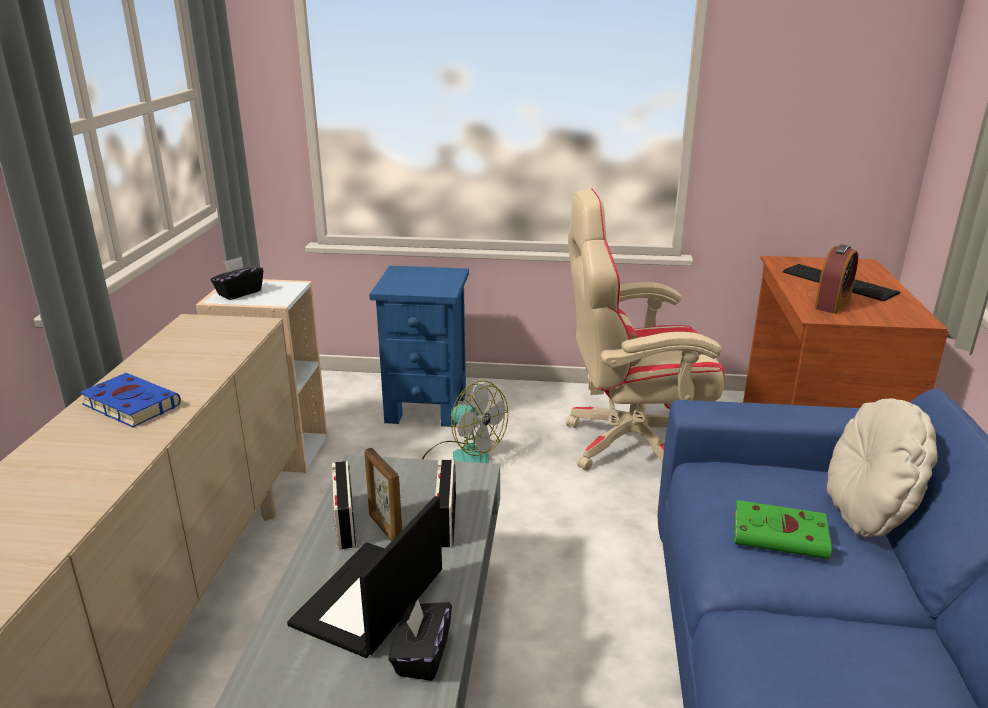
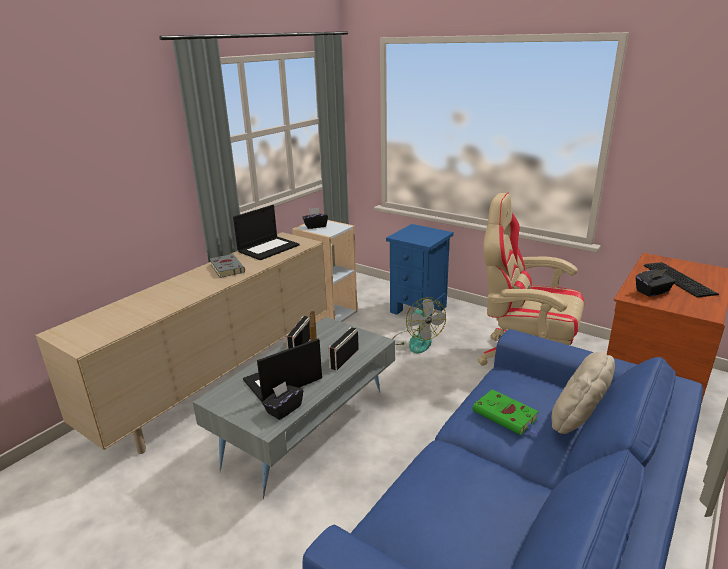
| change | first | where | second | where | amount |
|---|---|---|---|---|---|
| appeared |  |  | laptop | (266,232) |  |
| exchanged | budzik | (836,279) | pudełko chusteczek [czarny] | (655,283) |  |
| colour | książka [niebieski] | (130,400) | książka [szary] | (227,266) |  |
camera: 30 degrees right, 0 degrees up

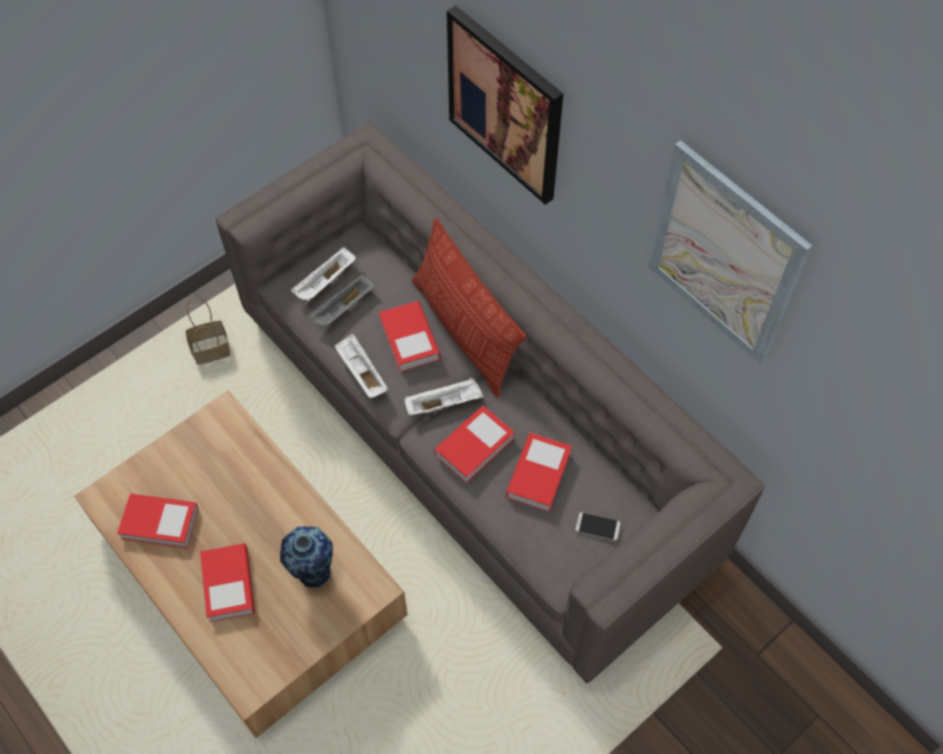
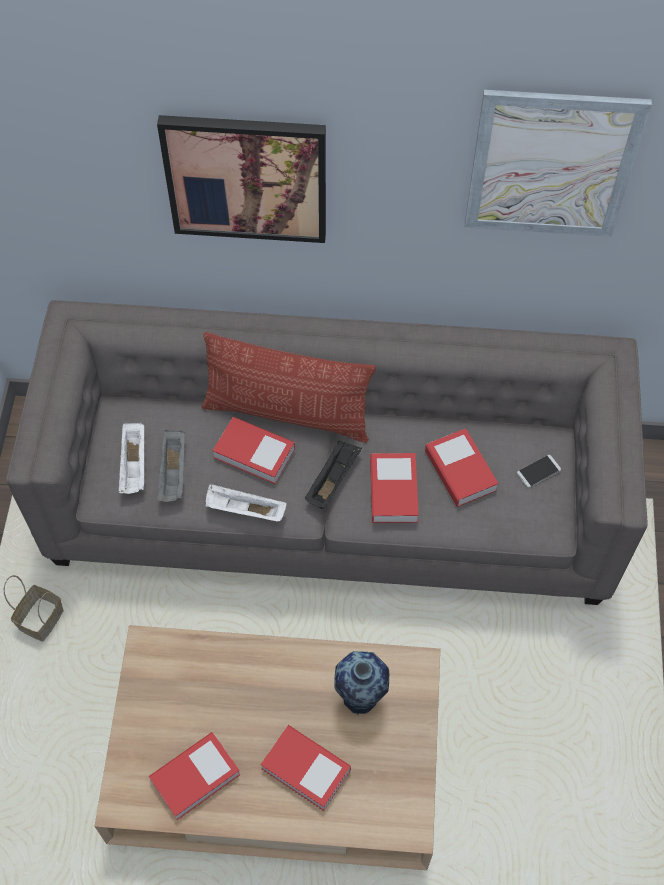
| change | first | where | second | where | amount |
|---|---|---|---|---|---|
| colour | taca [biały] | (443,396) | taca [czarny] | (333,475) |  |
camera: 45 degrees left, 0 degrees up

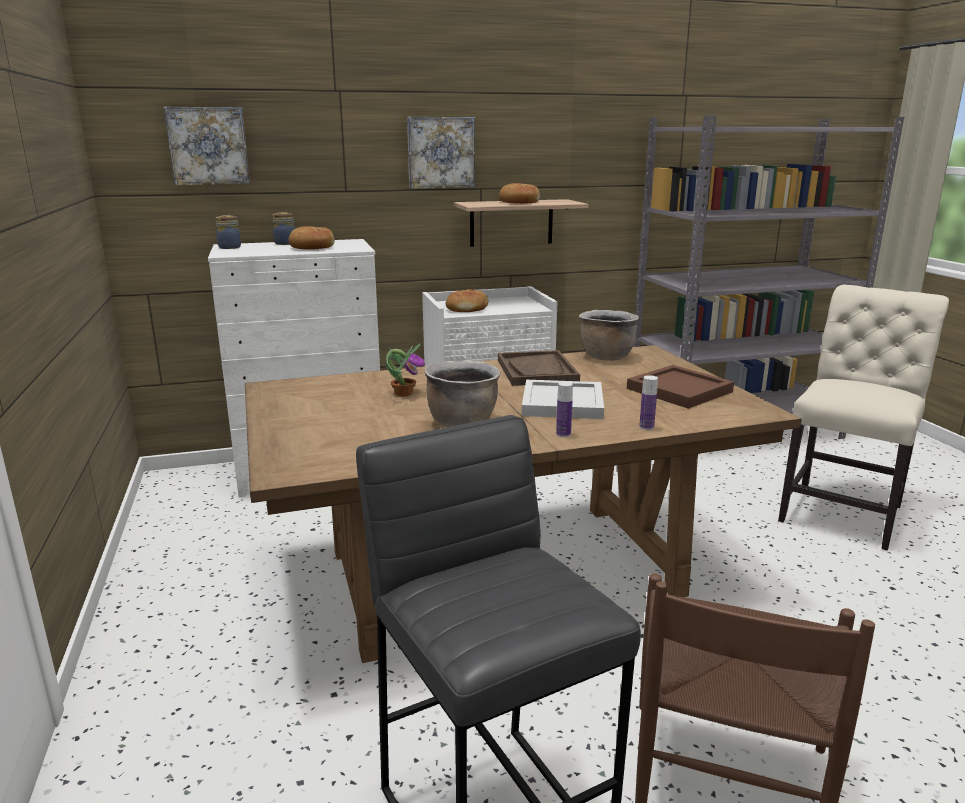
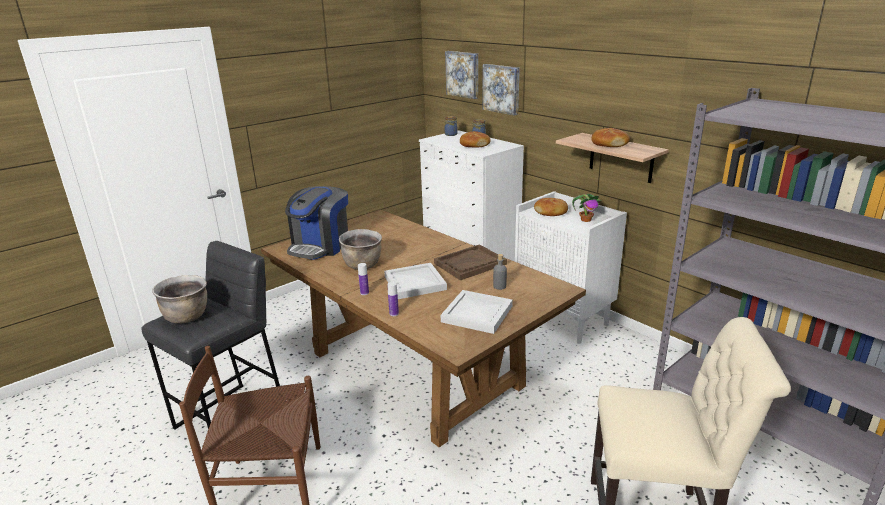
| change | first | where | second | where | amount |
|---|---|---|---|---|---|
| appeared |  |  | ekspres do kawy | (316,223) |  |
| appeared |  |  | butelka [szary] | (500,272) |  |
| relocated | roślina doniczkowa | (405,370) |  | (586,208) |  |
| relocated | obraz | (441,153) |  | (501,90) |  |
| relocated | garnek [brązowy] | (609,335) |  | (179,299) |  |
| colour | taca [brązowy] | (680,387) | taca [biały] | (477,312) |  |
camera: 65 degrees right, 5 degrees up

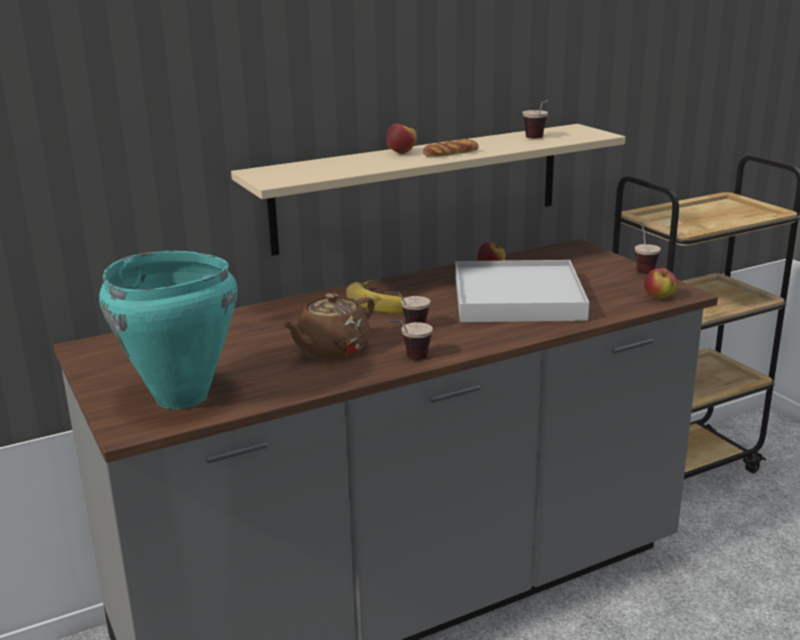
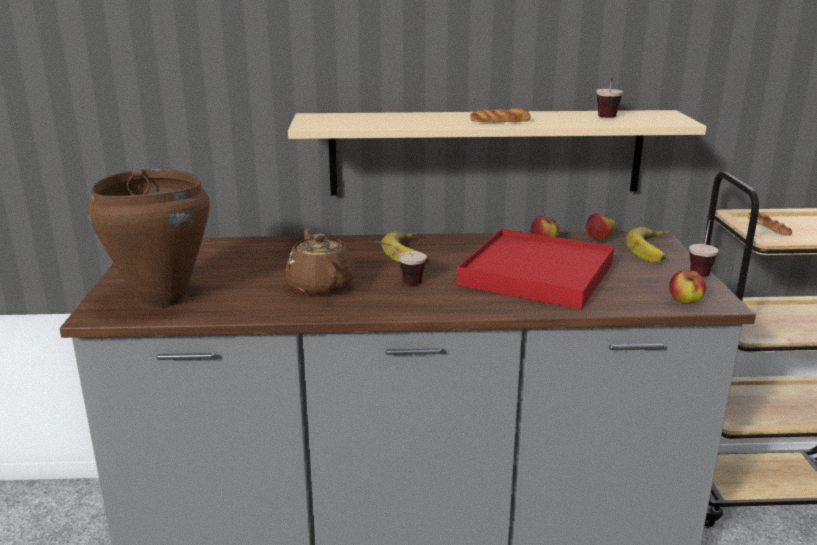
| change | first | where | second | where | amount |
|---|---|---|---|---|---|
| missing | filiżanka | (410,340) |  |  |  |
| appeared |  |  | banan | (648,245) |  |
| appeared |  |  | chleb | (769,224) |  |
| relocated | jabłko | (401,138) |  | (600,227) |  |
| colour | garnek [turkusowy] | (168,330) | garnek [brązowy] | (148,238) |  |
| colour | taca [biały] | (522,291) | taca [czerwony] | (535,269) |  |
| spun | imbryk [brązowy] | (328,326) |  | (321,261) | 90 degrees clockwise |
camera: 25 degrees right, 0 degrees up

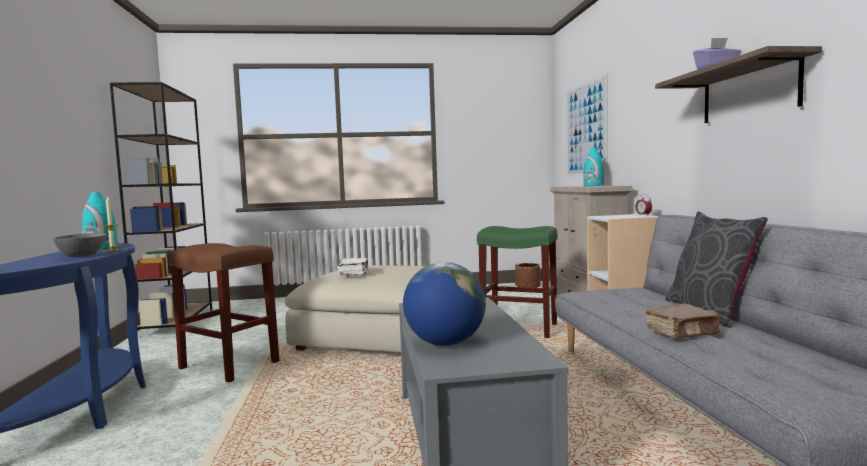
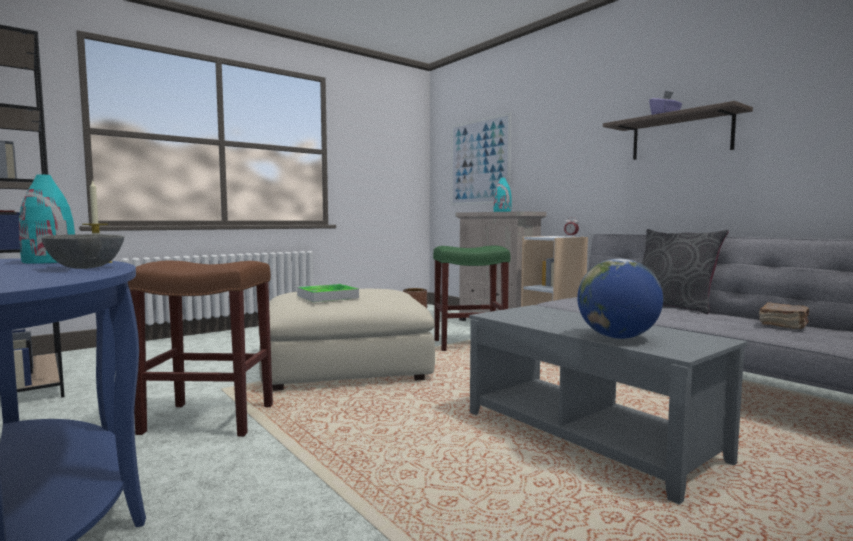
| change | first | where | second | where | amount |
|---|---|---|---|---|---|
| relocated | książka [brązowy] | (682,320) |  | (784,315) |  |
| exchanged | książka [biały] | (353,267) | taca | (328,293) |  |
camera: 30 degrees left, 0 degrees up

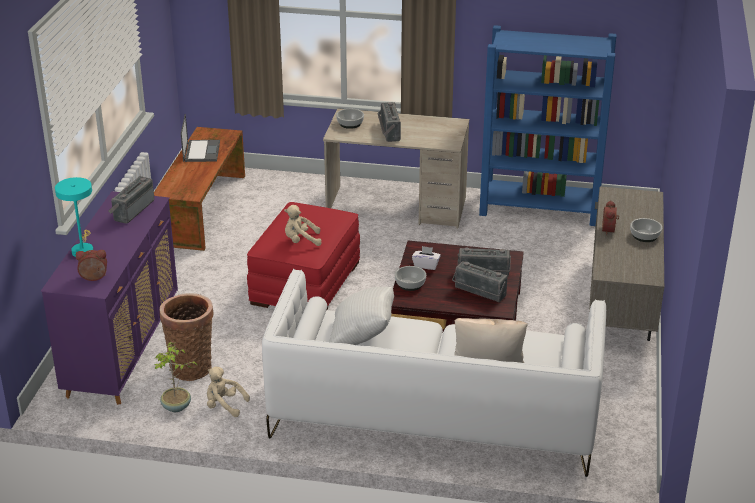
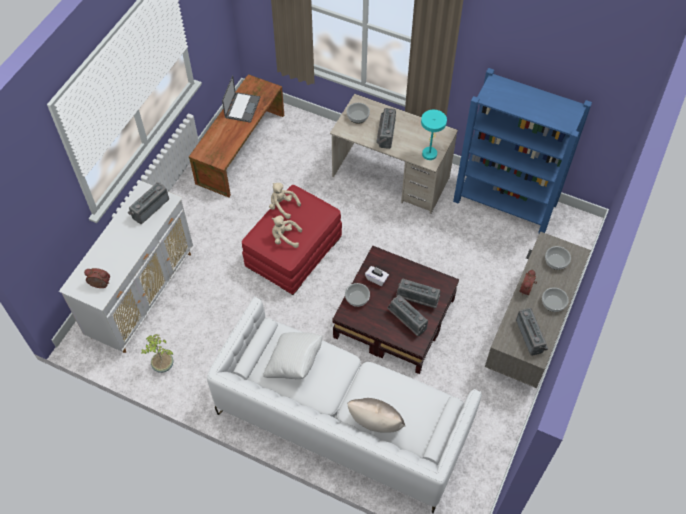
| change | first | where | second | where | amount |
|---|---|---|---|---|---|
| missing | koszyk | (187,337) |  |  |  |
| appeared |  |  | radio | (532,332) |  |
| appeared |  |  | miska | (558,258) |  |
| relocated | lampa stołowa [turkusowy] | (74,217) |  | (434,135) |  |
| relocated | pluszak [beżowy] | (228,391) |  | (285,201) |  |
| colour | szafka [fioletowy] | (109,298) | szafka [biały] | (126,267) |  |
camera: 15 degrees right, 25 degrees up

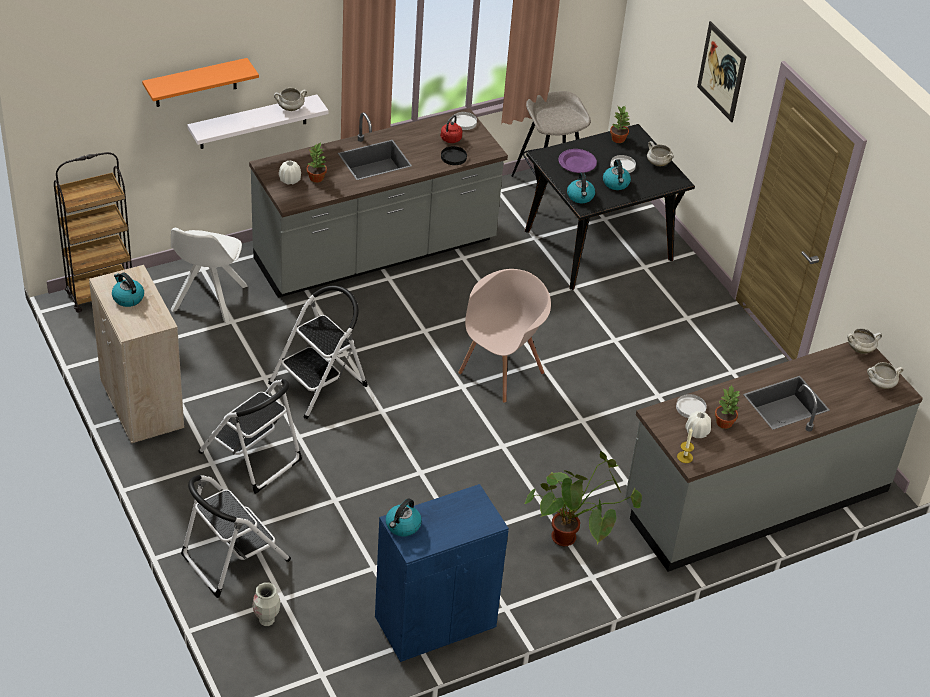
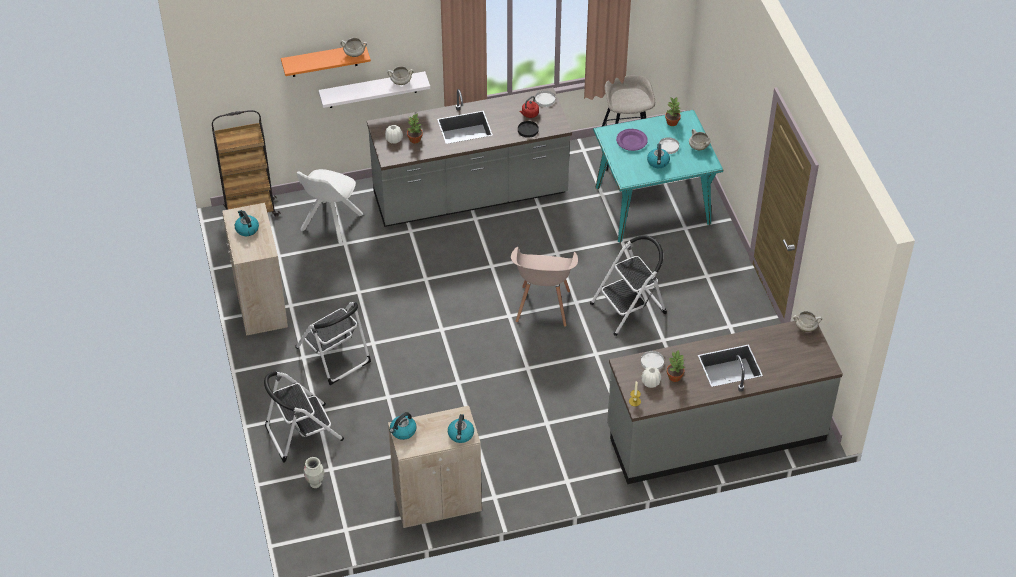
| change | first | where | second | where | amount |
|---|---|---|---|---|---|
| missing | roślina doniczkowa | (583,498) |  |  |  |
| missing | obraz | (722,71) |  |  |  |
| relocated | drabinka | (318,352) |  | (628,285) |  |
| relocated | czajnik | (581,187) |  | (461,428) |  |
| relocated | garnek [biały] | (885,375) |  | (353,47) |  |
| colour | szafka [niebieski] | (442,573) | szafka [beżowy] | (435,467) |  |
| colour | stół jadalny [czarny] | (610,207) | stół jadalny [turkusowy] | (658,176) |  |
| spun | krzesło [beżowy] | (504,336) |  | (544,287) | 135 degrees clockwise |
camera: 15 degrees right, 5 degrees up

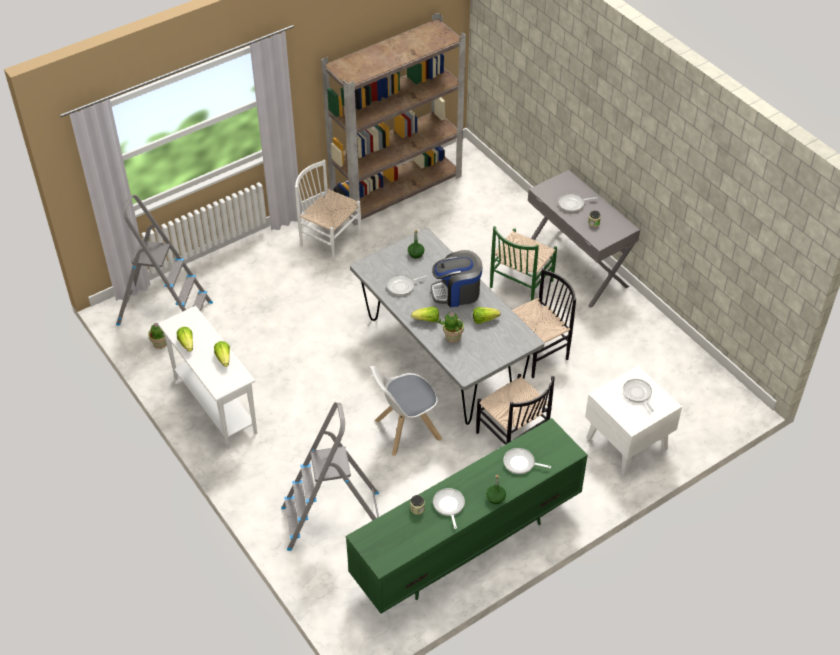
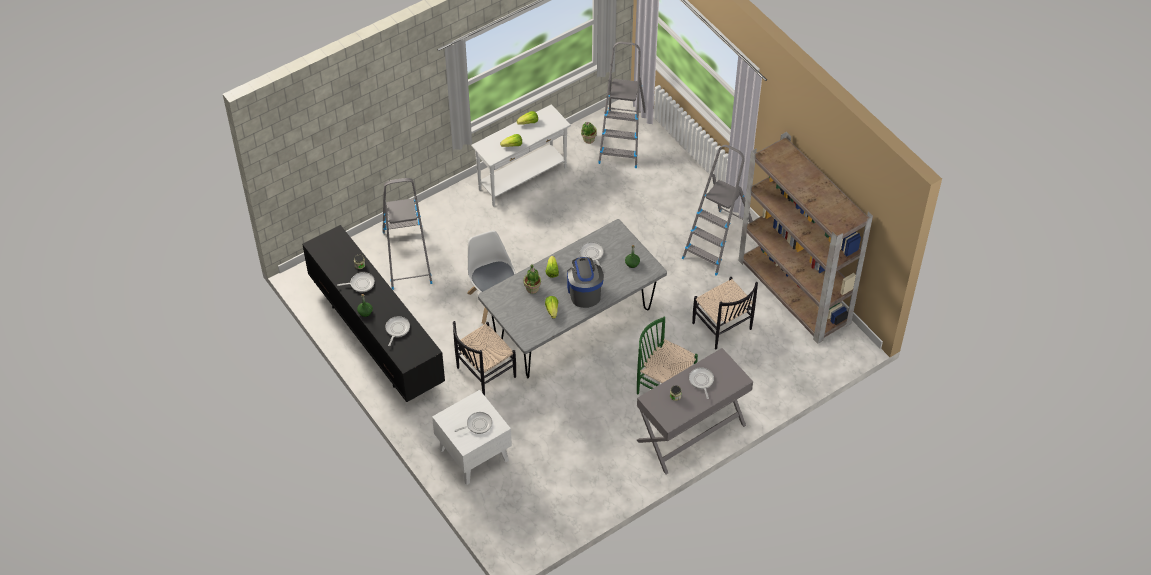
| change | first | where | second | where | amount |
|---|---|---|---|---|---|
| relocated | krzesło [czarny] | (544,323) |  | (725,313) |  |
| exchanged | krzesło [biały] | (328,211) | drabinka [szary] | (717,210) |  |
| colour | szafka [zielony] | (467,516) | szafka [czarny] | (373,313) |  |
camera: 90 degrees right, 5 degrees up

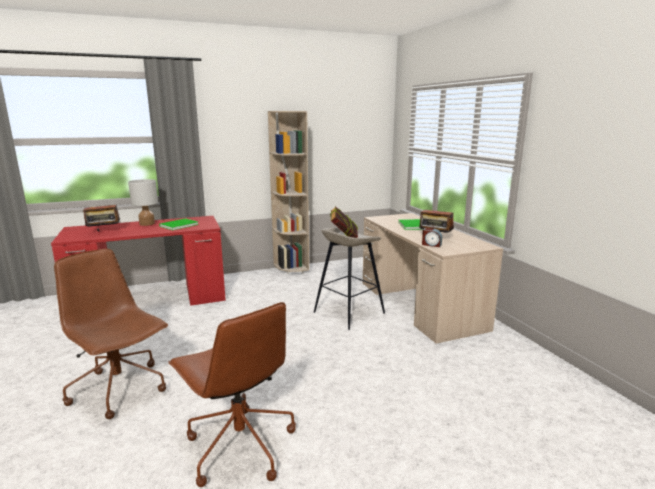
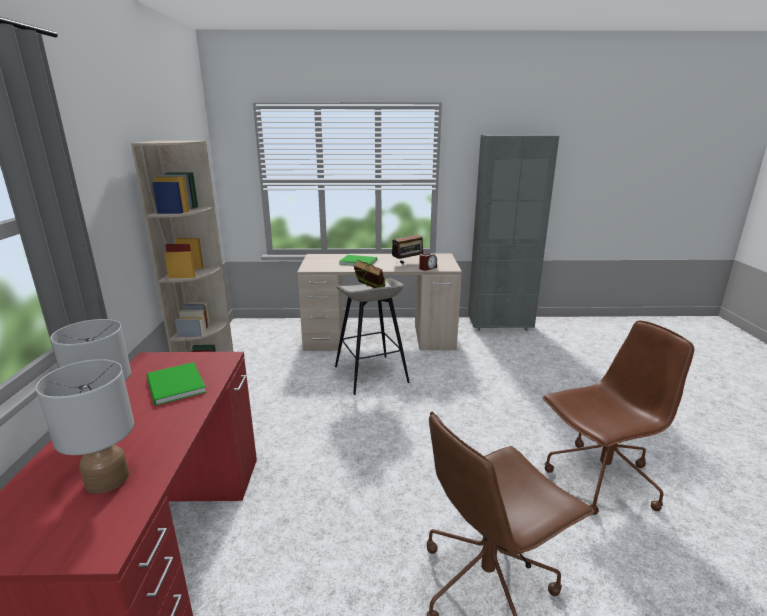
| change | first | where | second | where | amount |
|---|---|---|---|---|---|
| appeared |  |  | szafka [szary] | (513,233) |  |
| exchanged | radio | (101,218) | lampa stołowa [szary] | (85,426) |  |
camera: 70 degrees left, 5 degrees up

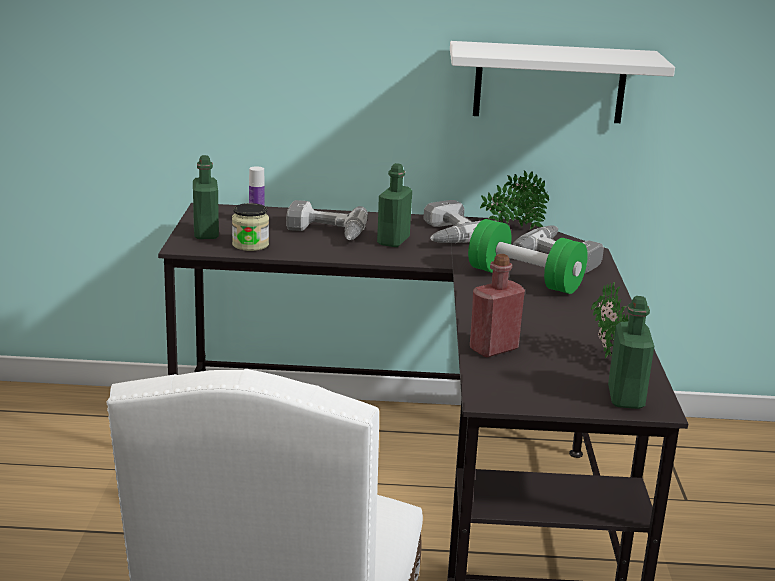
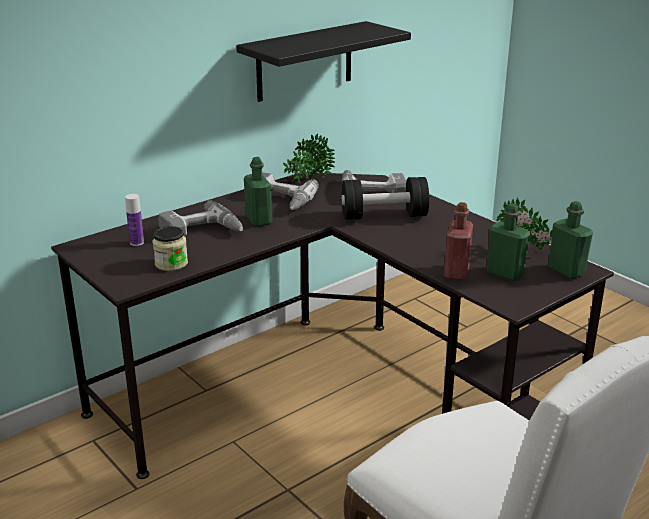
| change | first | where | second | where | amount |
|---|---|---|---|---|---|
| relocated | butelka [zielony] | (206,197) |  | (508,242) |  |
| colour | półka [biały] | (562,82) | półka [czarny] | (323,61) |  |
| colour | hantel [zielony] | (528,256) | hantel [czarny] | (385,198) |  |
camera: 40 degrees left, 5 degrees up

